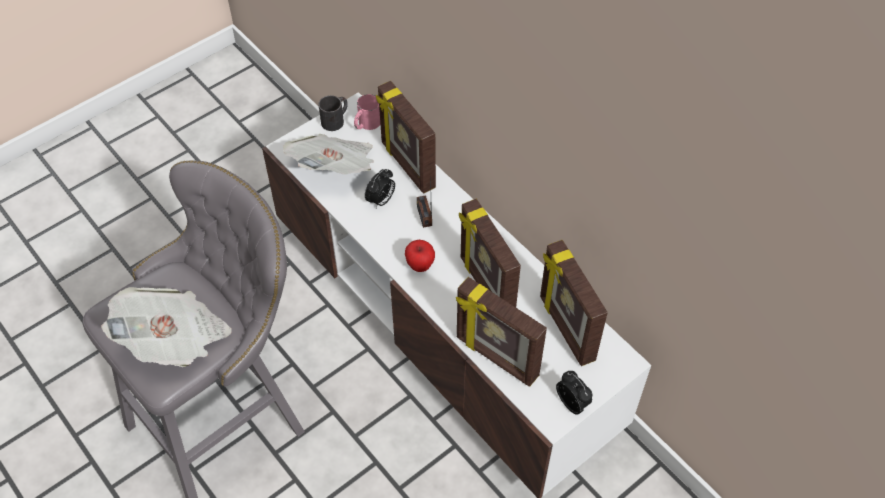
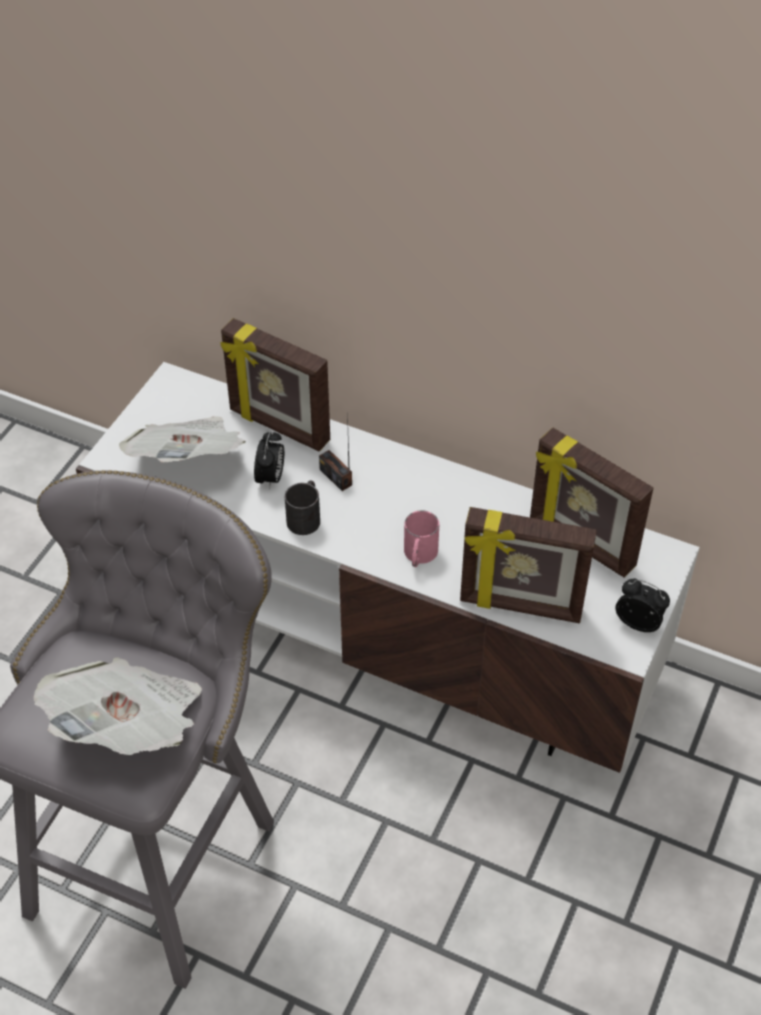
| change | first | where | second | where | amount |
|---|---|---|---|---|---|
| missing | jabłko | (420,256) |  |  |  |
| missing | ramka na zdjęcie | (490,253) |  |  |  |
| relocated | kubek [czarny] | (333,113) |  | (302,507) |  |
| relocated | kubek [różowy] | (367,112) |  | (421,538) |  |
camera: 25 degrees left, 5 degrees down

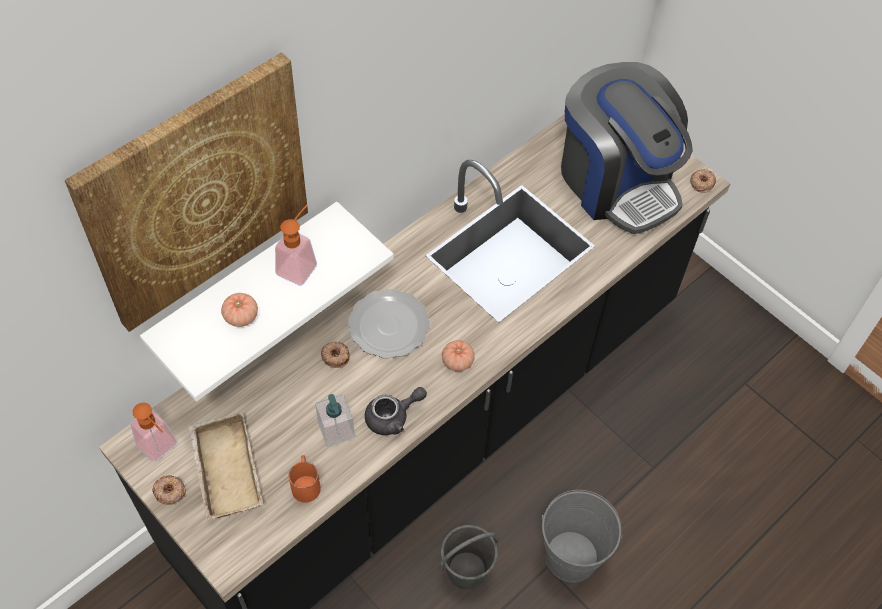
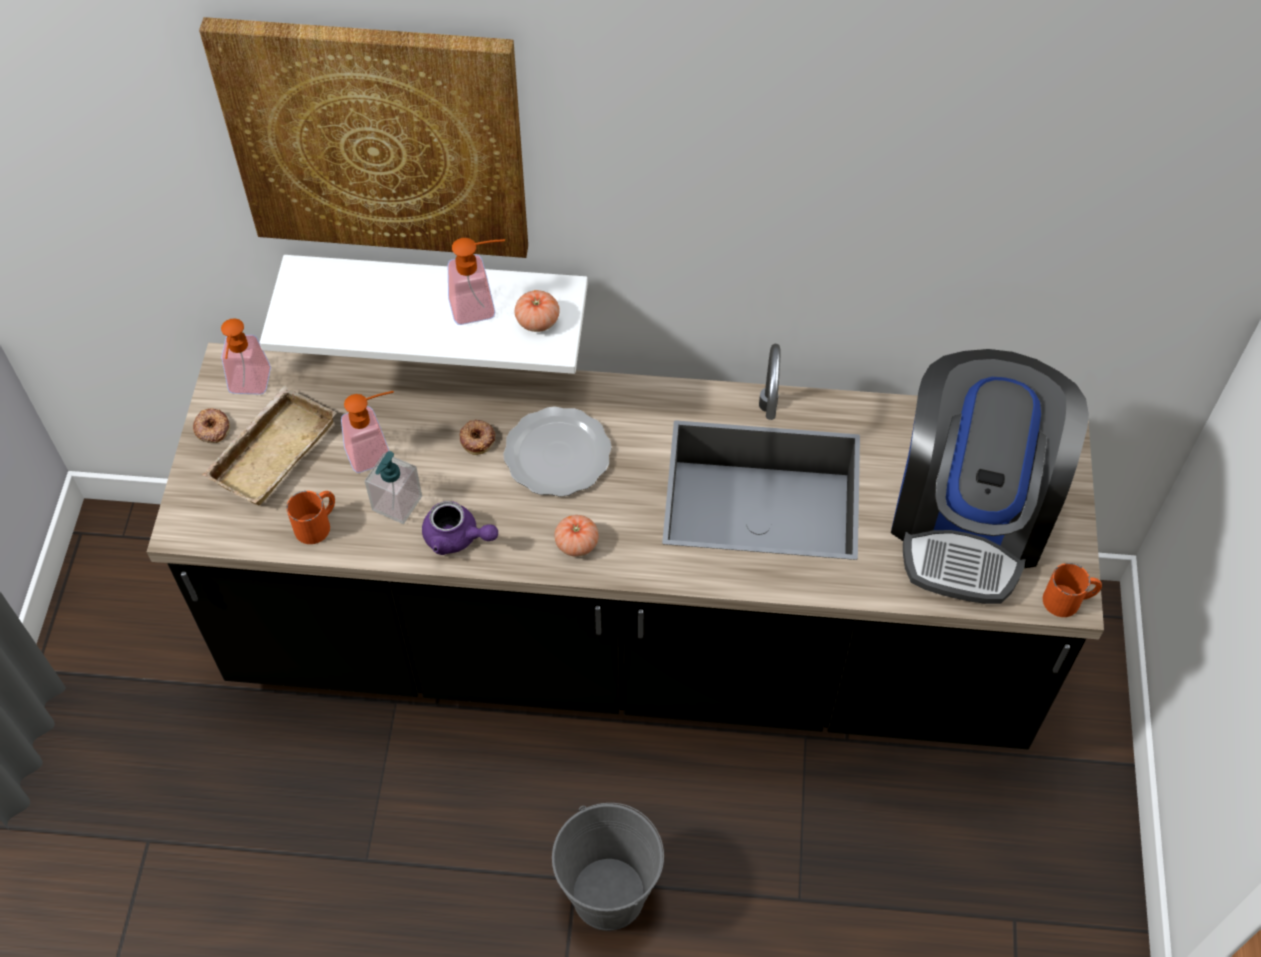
| change | first | where | second | where | amount |
|---|---|---|---|---|---|
| missing | wiadro [szary] | (468,557) |  |  |  |
| appeared |  |  | dozownik mydła | (367,432) |  |
| relocated | pomidor | (239,310) |  | (537,311) |  |
| exchanged | donut | (703,181) | kubek [pomarańczowy] | (1072,590) |  |
| colour | imbryk [szary] | (396,411) | imbryk [fioletowy] | (460,528) |  |
camera: 50 degrees right, 0 degrees up

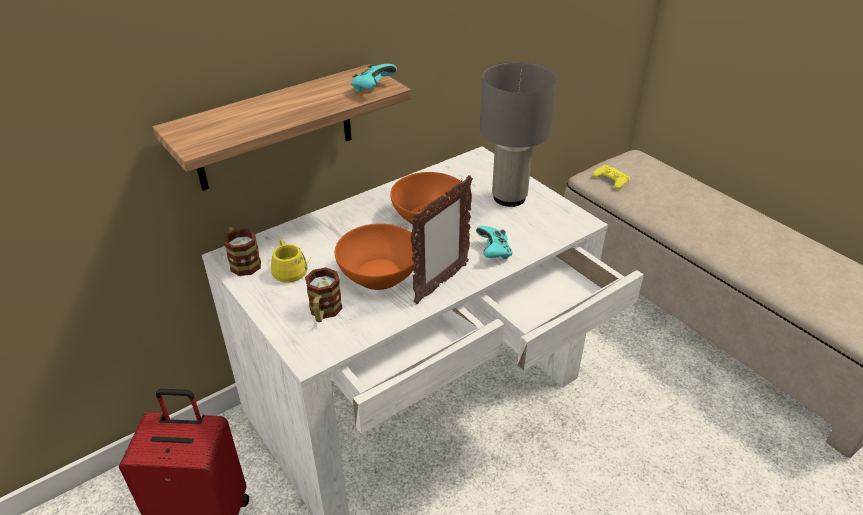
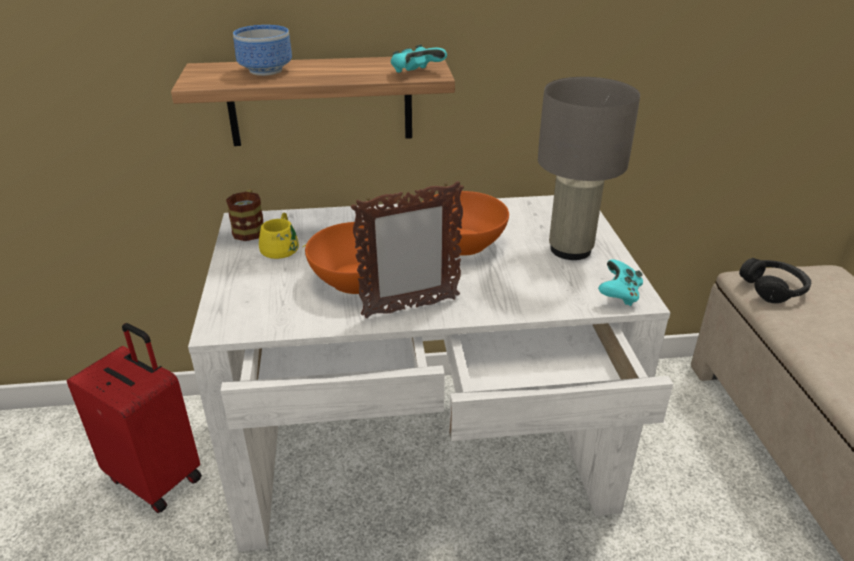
| change | first | where | second | where | amount |
|---|---|---|---|---|---|
| missing | kubek | (324,295) |  |  |  |
| appeared |  |  | miska | (262,50) |  |
| relocated | pad do gier [turkusowy] | (494,242) |  | (620,282) |  |
| exchanged | pad do gier [żółty] | (611,177) | słuchawki [czarny] | (775,280) |  |
camera: 30 degrees right, 5 degrees down

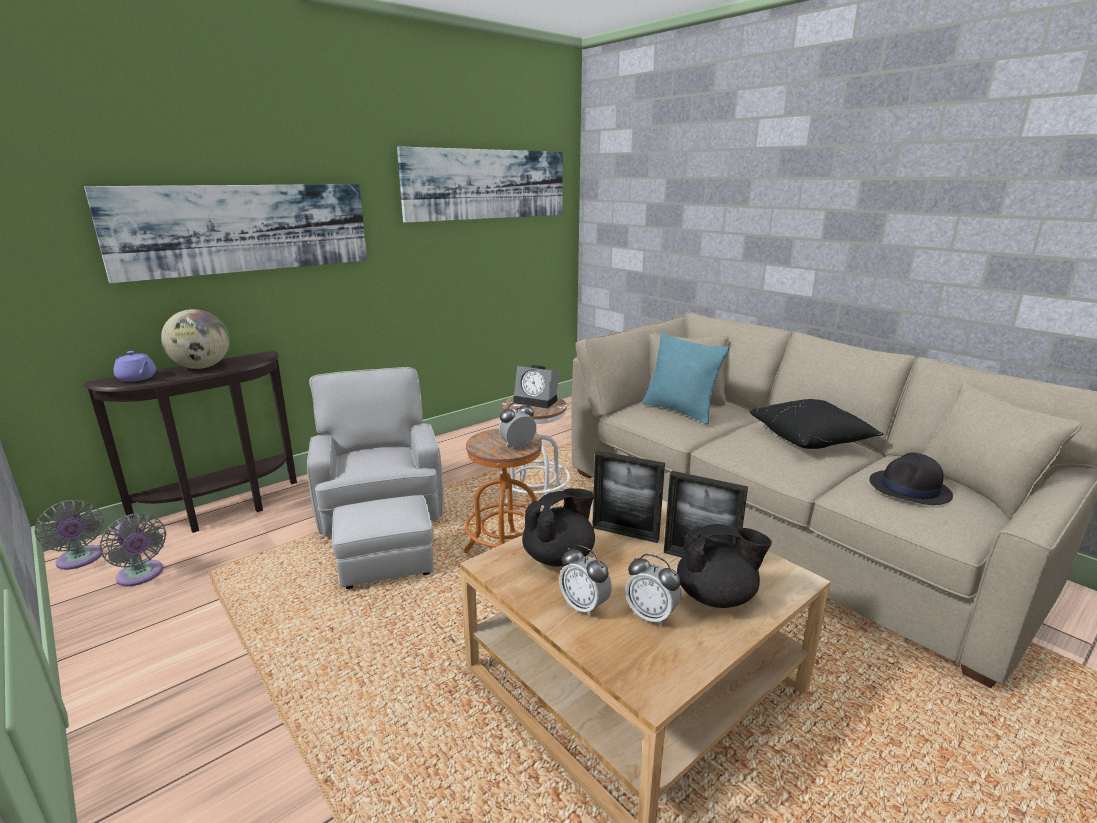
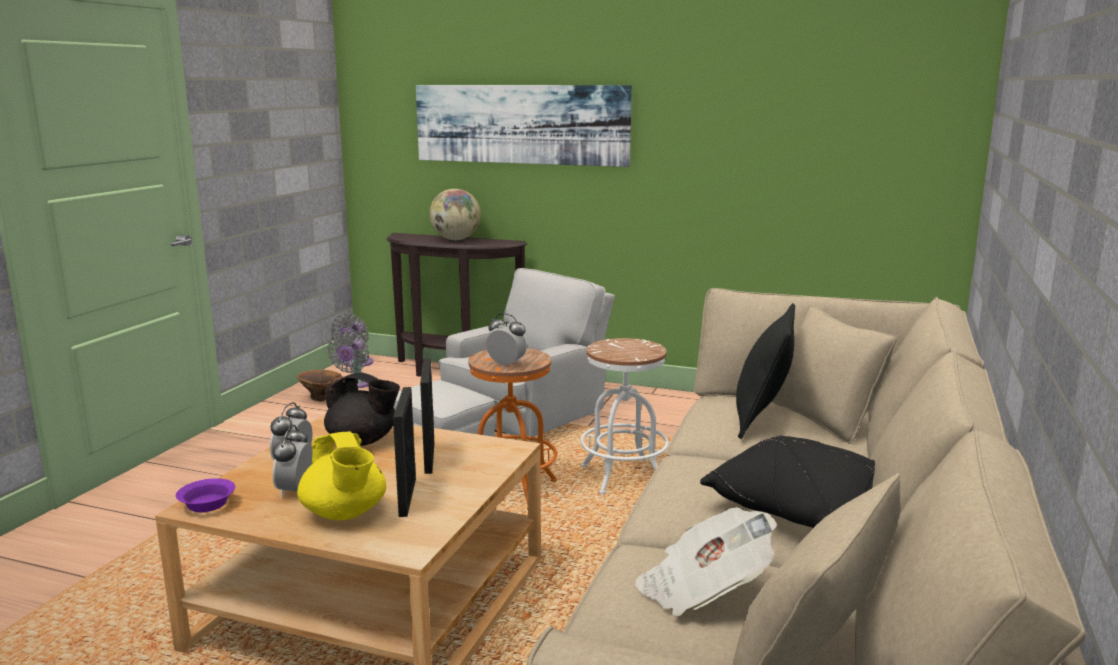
| change | first | where | second | where | amount |
|---|---|---|---|---|---|
| missing | imbryk [fioletowy] | (134,366) |  |  |  |
| missing | obraz | (480,184) |  |  |  |
| missing | budzik | (536,386) |  |  |  |
| appeared |  |  | miska [fioletowy] | (205,495) |  |
| appeared |  |  | wazon [brązowy] | (320,385) |  |
| exchanged | kapelusz [czarny] | (911,478) | gazeta | (706,561) |  |
| colour | poduszka [turkusowy] | (685,378) | poduszka [czarny] | (765,371) |  |
| colour | imbryk [czarny] | (724,566) | imbryk [żółty] | (341,476) |  |
camera: 60 degrees right, 5 degrees down

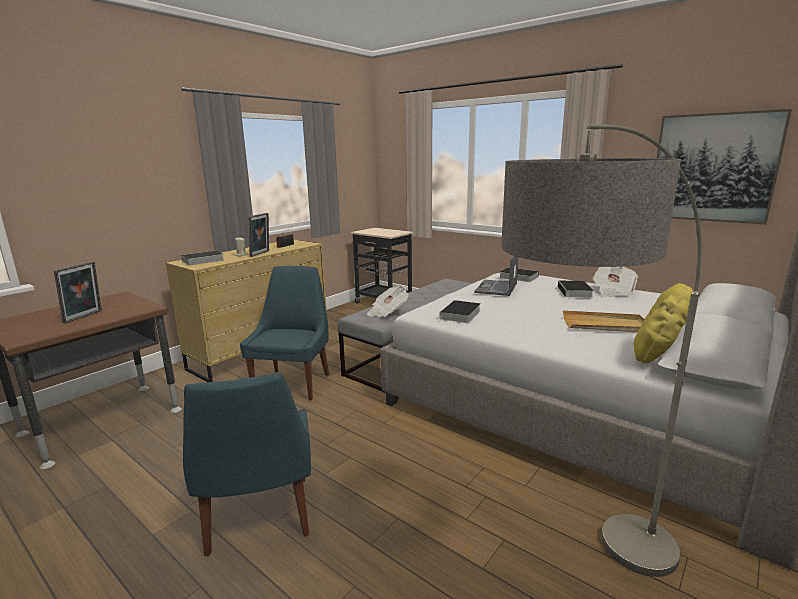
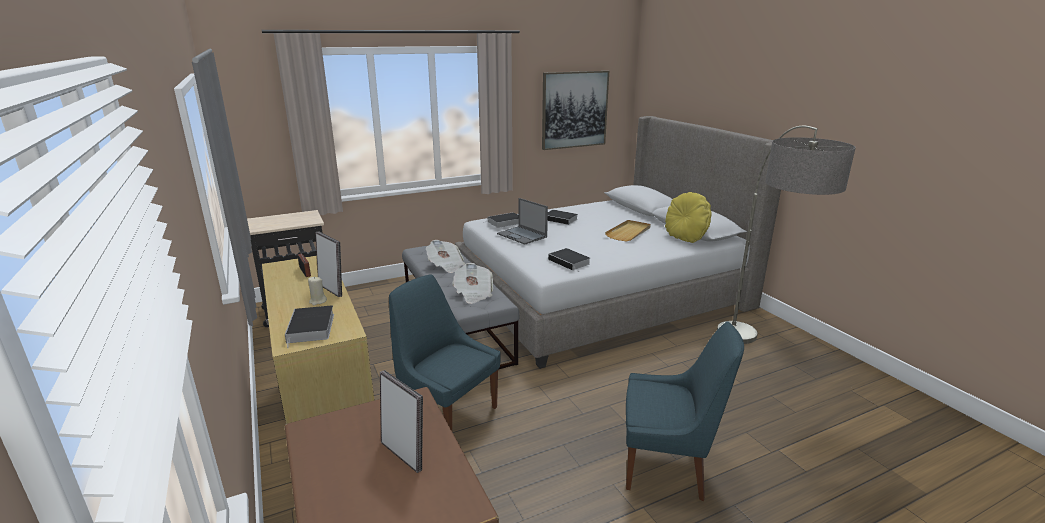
| change | first | where | second | where | amount |
|---|---|---|---|---|---|
| relocated | gazeta | (615,281) |  | (445,256) |  |
camera: 65 degrees left, 5 degrees up

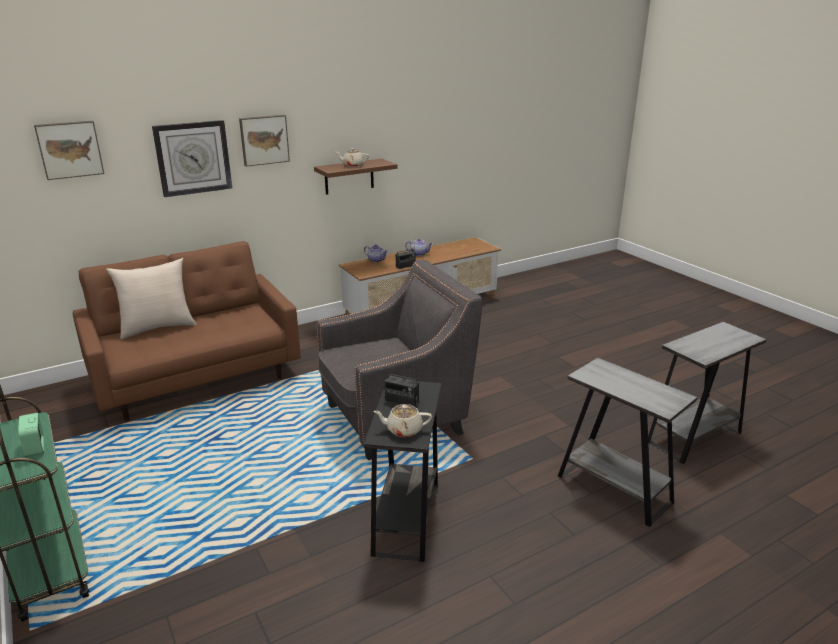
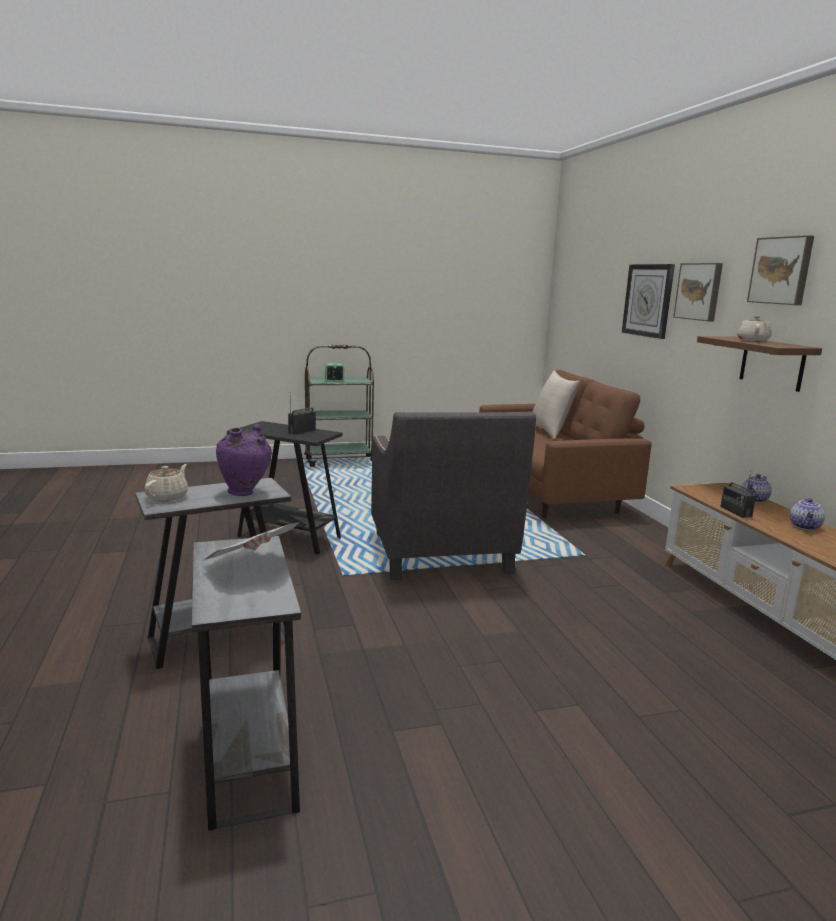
| change | first | where | second | where | amount |
|---|---|---|---|---|---|
| appeared |  |  | gazeta | (252,541) |  |
| appeared |  |  | wazon [fioletowy] | (244,460) |  |
| relocated | obraz | (69,150) |  | (780,270) |  |
| relocated | imbryk [beżowy] | (402,420) |  | (166,482) |  |
camera: 105 degrees right, 10 degrees down

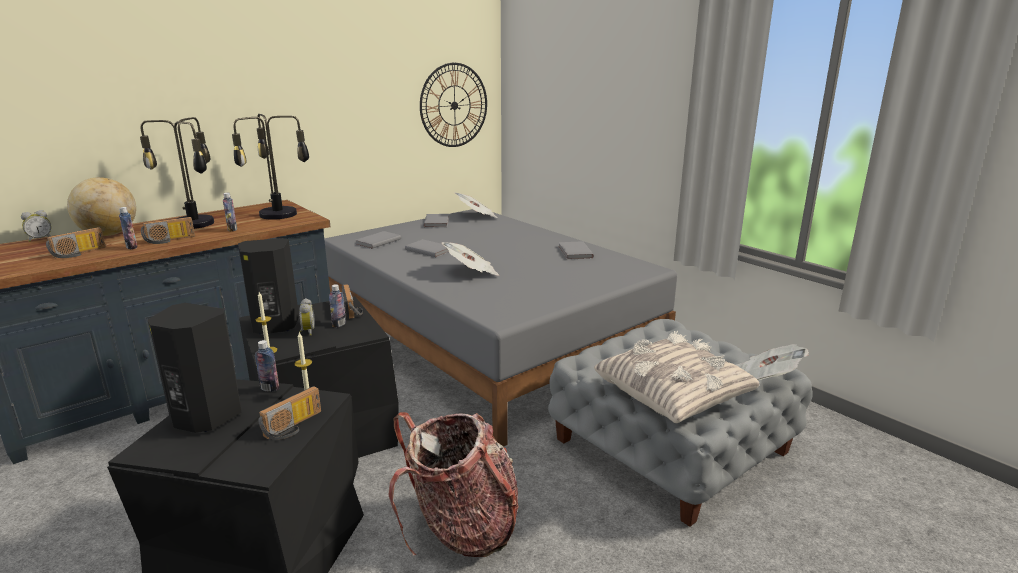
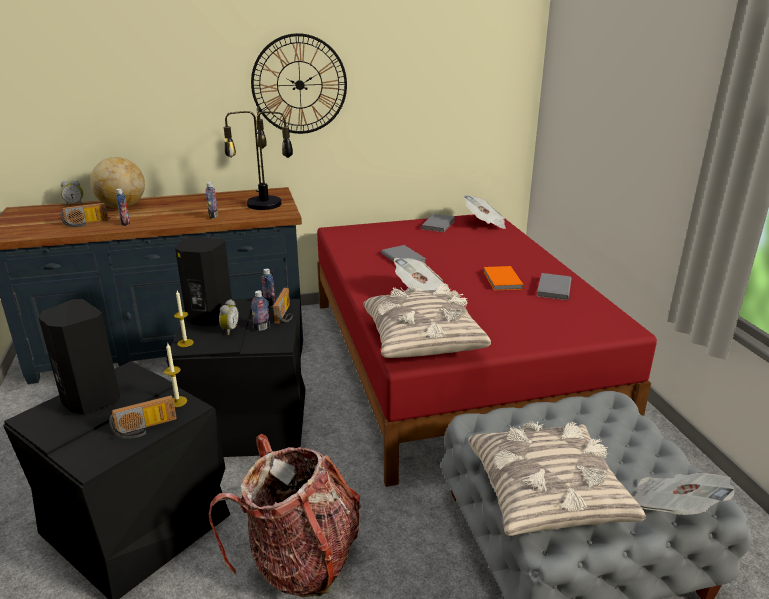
| change | first | where | second | where | amount |
|---|---|---|---|---|---|
| missing | lampa stołowa | (177,173) |  |  |  |
| missing | radio | (168,230) |  |  |  |
| missing | książka [szary] | (378,240) |  |  |  |
| appeared |  |  | poduszka [beżowy] | (427,320) |  |
| appeared |  |  | książka [pomarańczowy] | (504,278) |  |
| relocated | butelka | (267,366) |  | (268,287) |  |
| relocated | zegar ścienny | (453,105) |  | (299,83) |  |
| colour | łóżko [szary] | (500,328) | łóżko [czerwony] | (487,350) |  |
camera: 25 degrees right, 5 degrees up

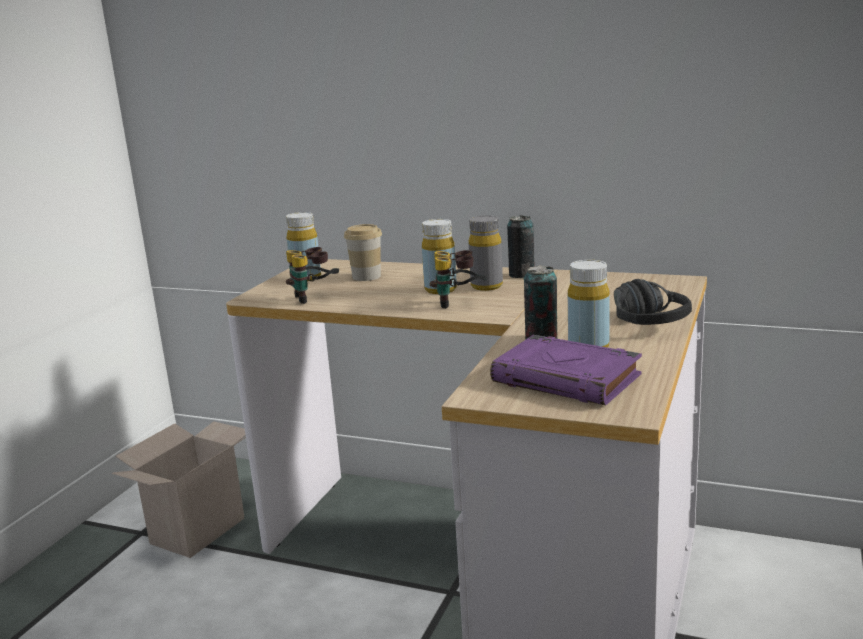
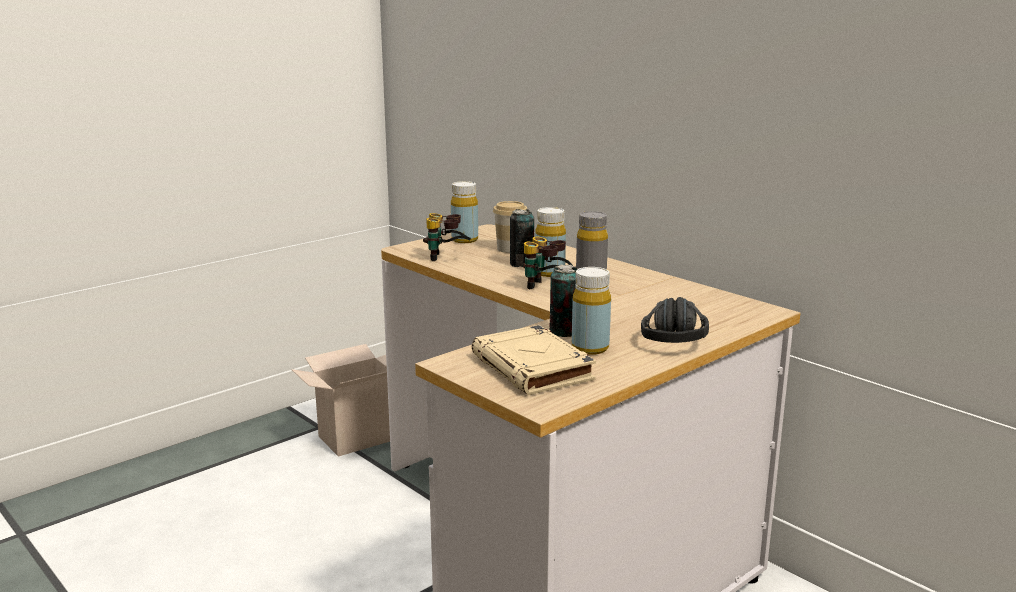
| change | first | where | second | where | amount |
|---|---|---|---|---|---|
| relocated | puszka | (521,246) |  | (522,238) |  |
| colour | książka [fioletowy] | (566,370) | książka [beżowy] | (534,360) |  |
camera: 25 degrees right, 0 degrees up

